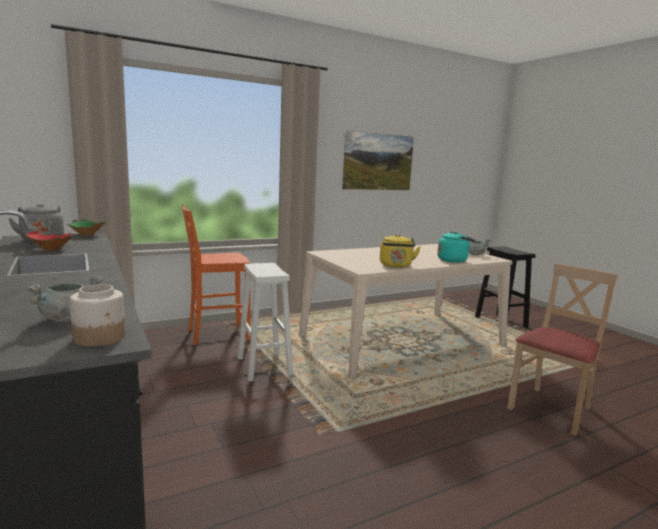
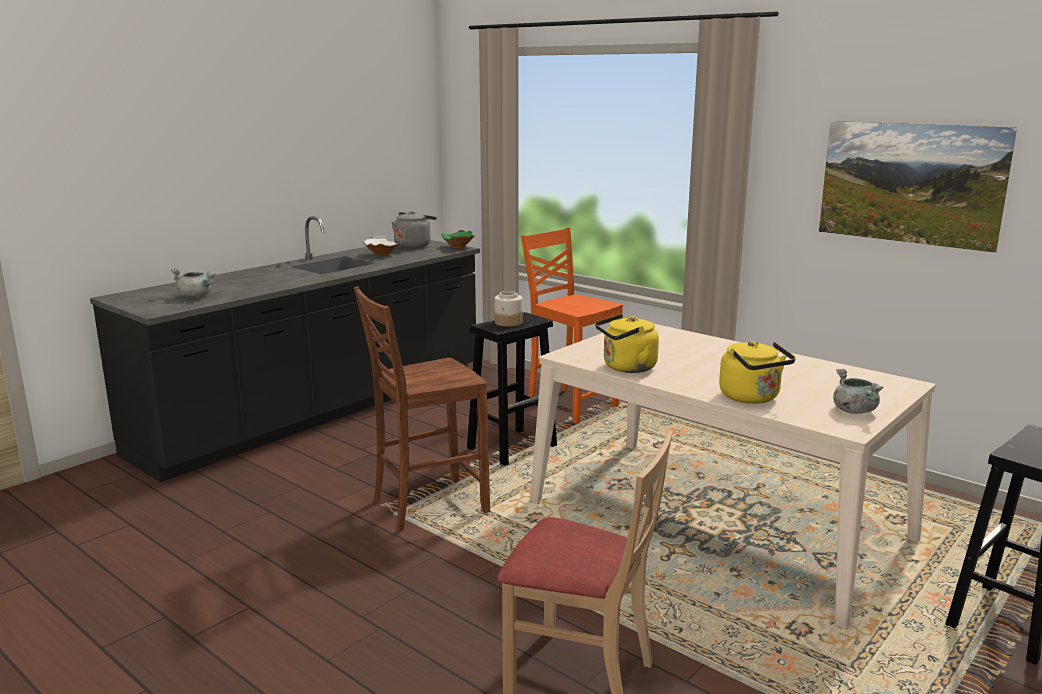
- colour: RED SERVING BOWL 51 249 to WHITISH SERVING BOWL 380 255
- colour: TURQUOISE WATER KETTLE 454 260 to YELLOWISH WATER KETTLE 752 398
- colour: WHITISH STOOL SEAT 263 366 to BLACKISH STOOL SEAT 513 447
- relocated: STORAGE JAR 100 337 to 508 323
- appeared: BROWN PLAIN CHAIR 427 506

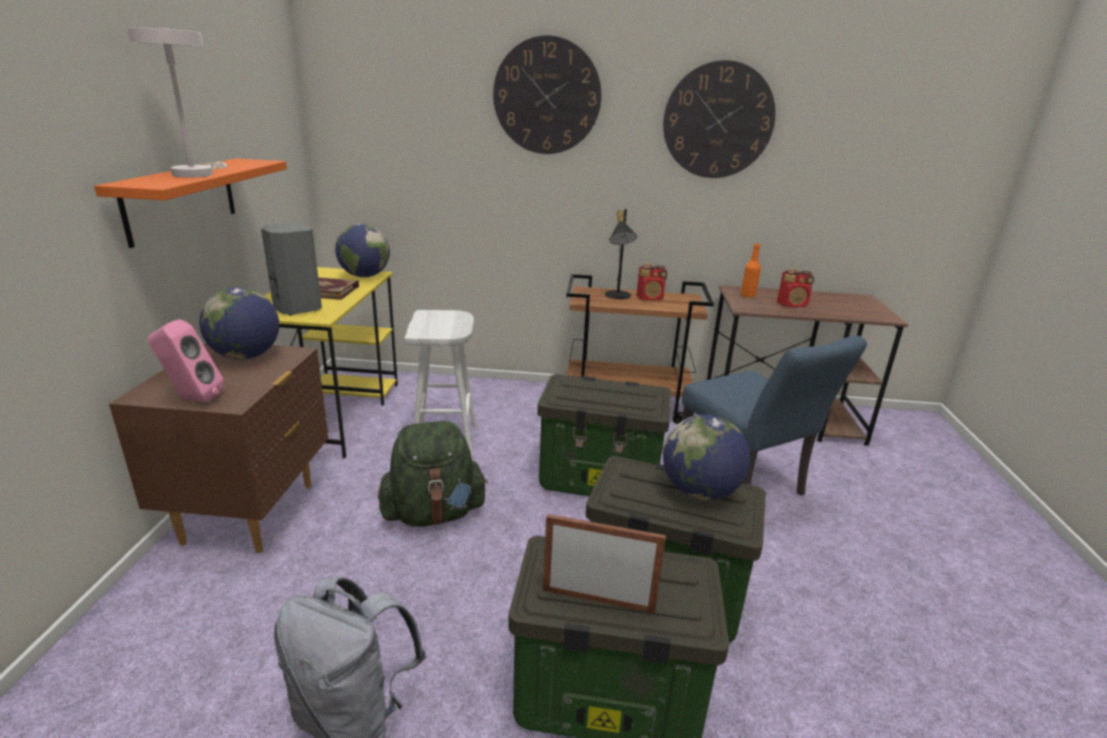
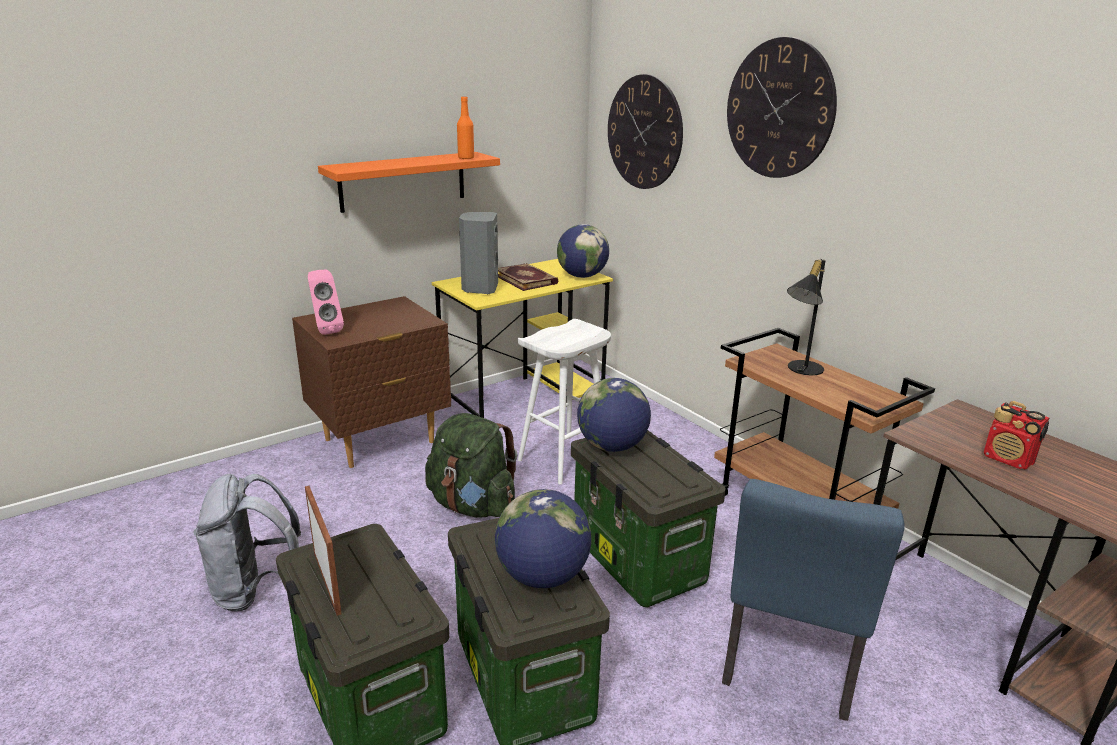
- missing: WHITISH TABLETOP LAMP 196 173
- relocated: HANGING CLOCK 718 121 to 644 132
- relocated: ORANGEY BEVERAGE BOTTLE 747 295 to 466 158
- missing: RADIO SET 650 298
- relocated: WORLD GLOBE 246 356 to 612 446

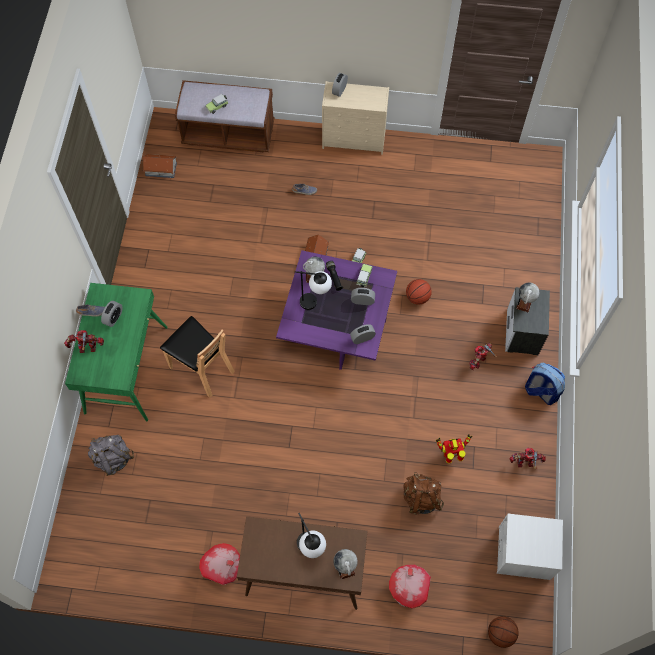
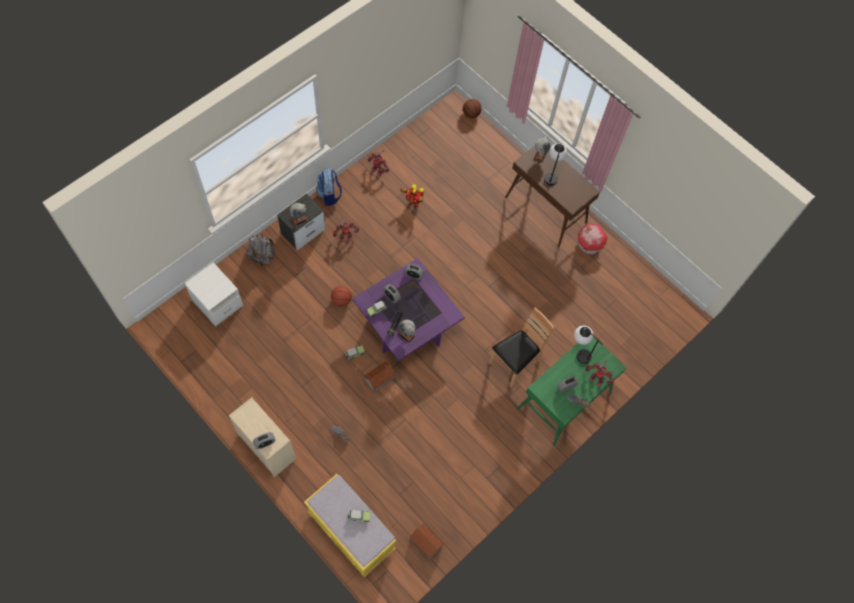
- colour: BROWN LONG SEAT 228 134 to YELLOWISH LONG SEAT 351 531
- relocated: TABLETOP LAMP 315 302 to 579 352
- spun: BROWN PLAIN CHAIR 202 368 = 515 363 60 degrees clockwise
- relocated: GREYISH KNAPSACK 113 458 to 262 256
- missing: BROWN KNAPSACK 421 498
- relocated: WHITISH NIGHT TABLE 524 553 to 217 303
- missing: MINIATURE HOUSE 408 589

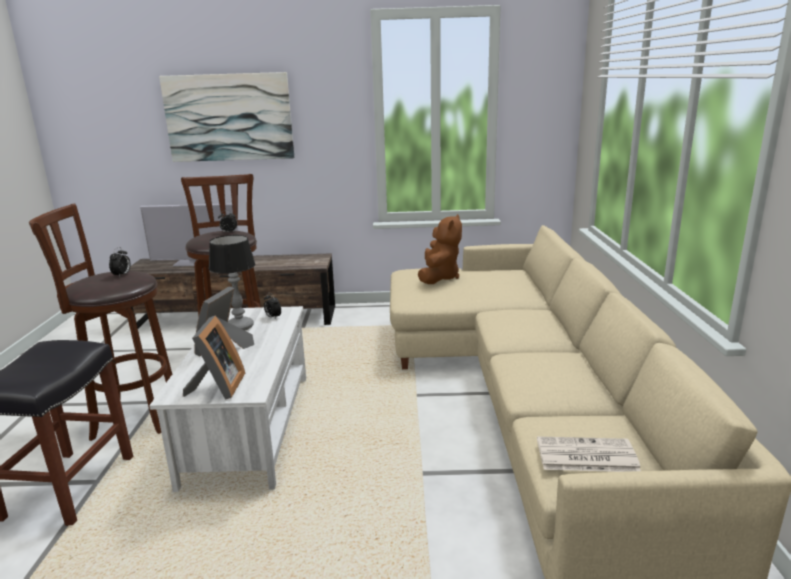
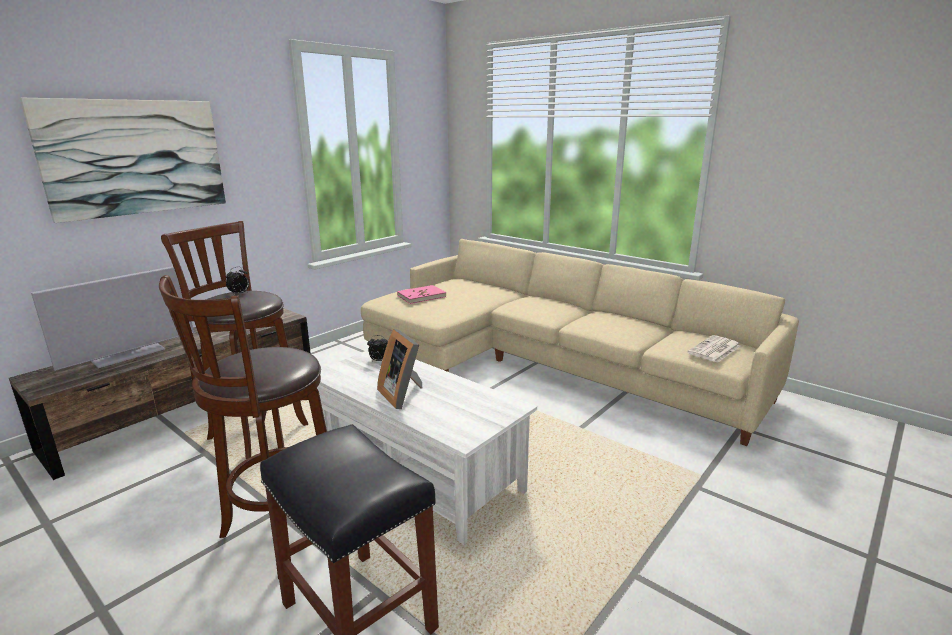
- exchanged: BROWN SOFT TOY 439 277 to PINK BOUND BOOK 421 296
- missing: TABLETOP LAMP 240 327
- missing: BEDSIDE CLOCK 122 275
- missing: PHOTO FRAME 217 388

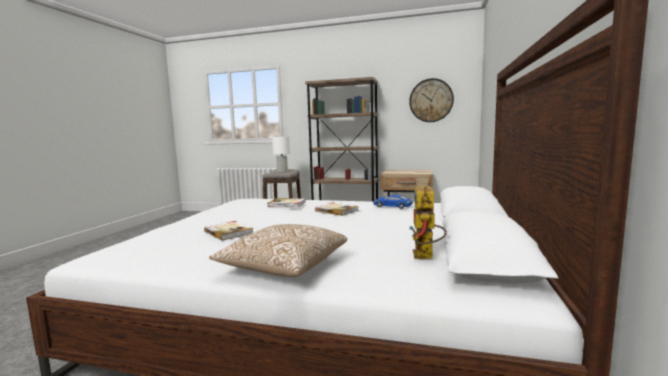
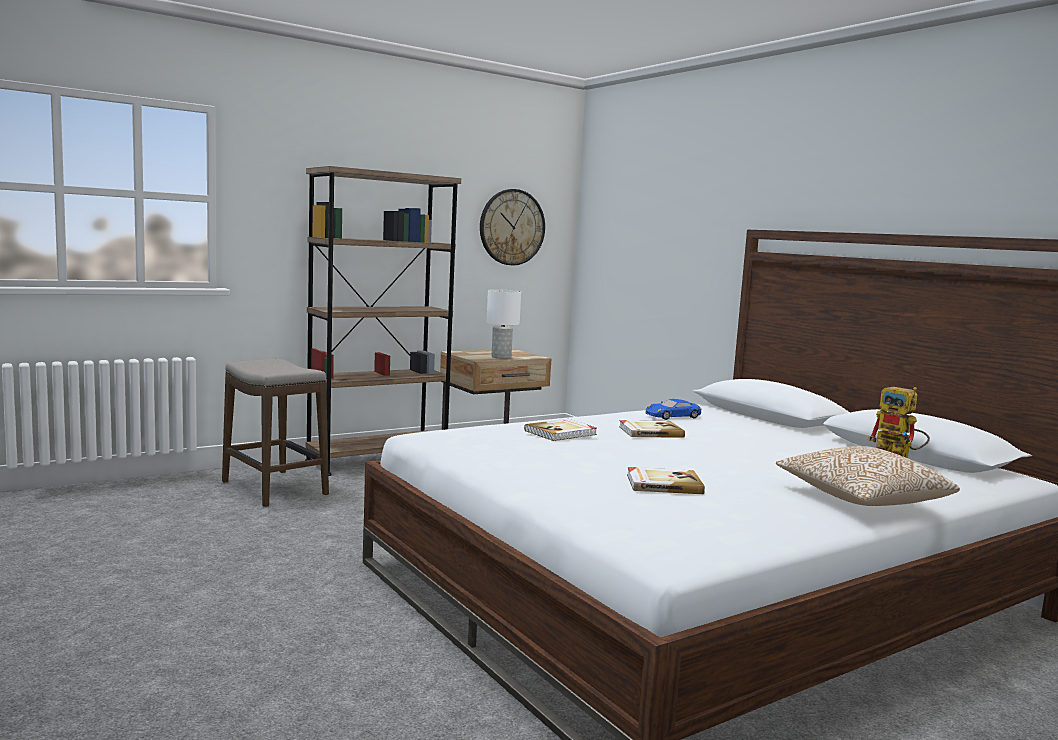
- relocated: WHITISH TABLETOP LAMP 282 171 to 501 357

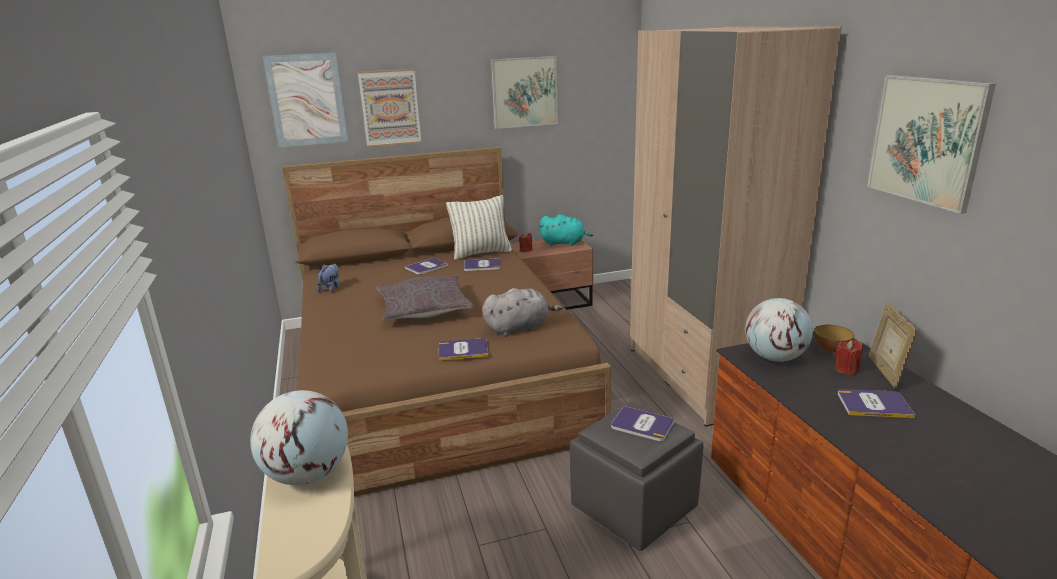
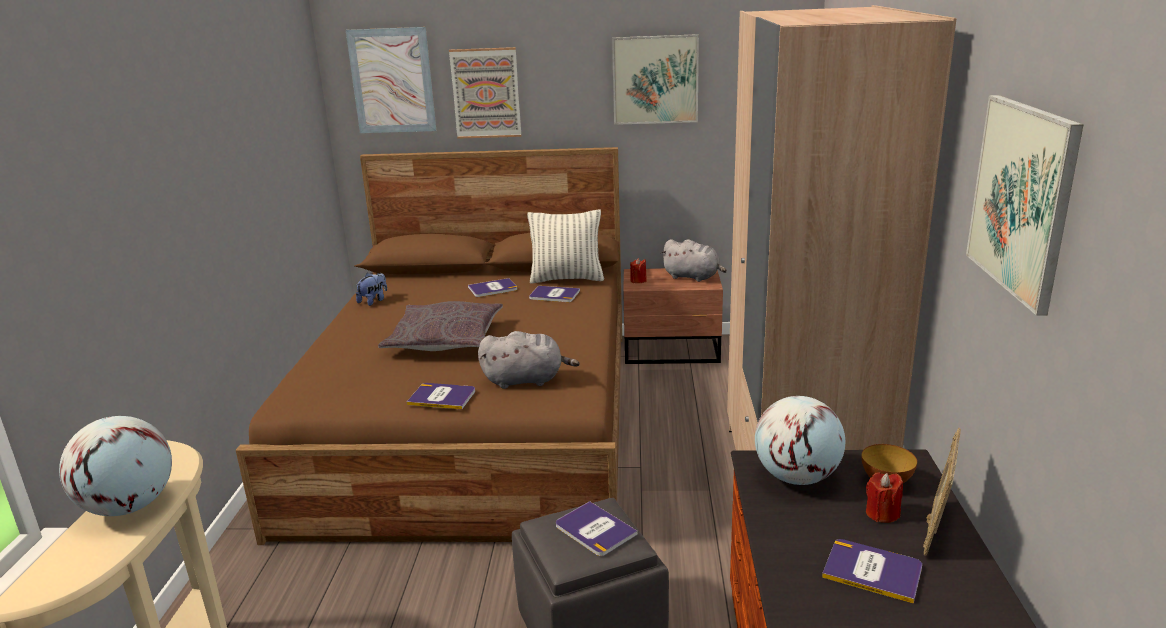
- colour: TURQUOISE SOFT TOY 564 243 to GREYISH SOFT TOY 693 277

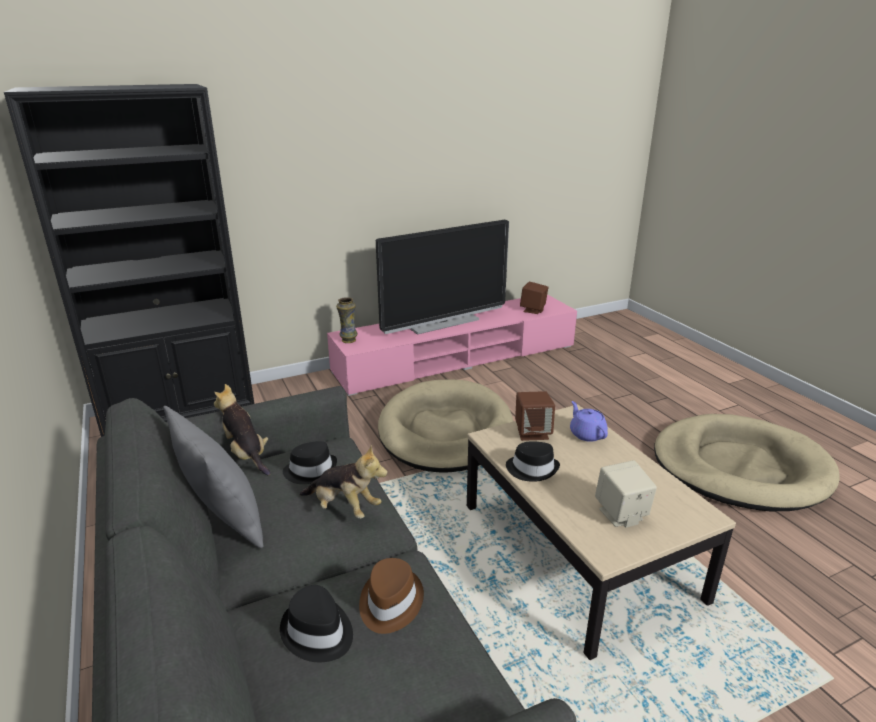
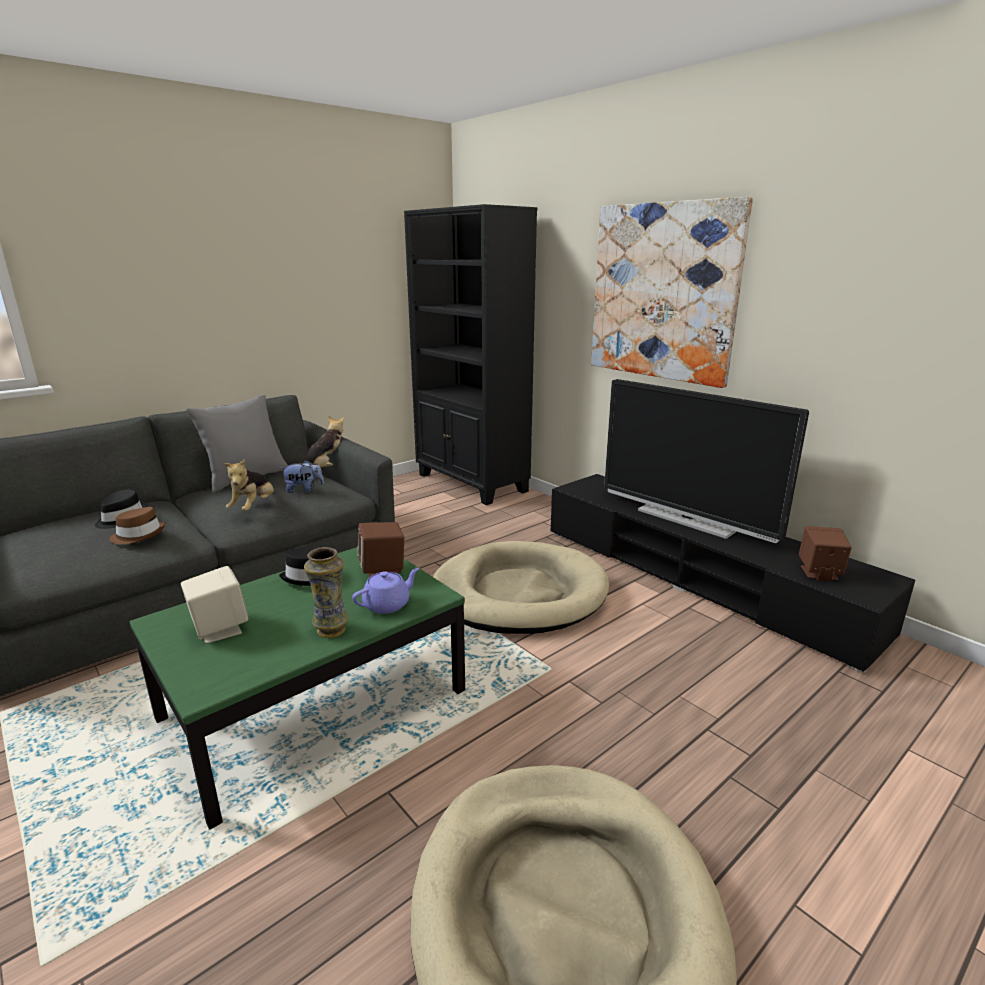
- colour: PINK TV UNIT 457 359 to BLACKISH TV UNIT 698 578
- relocated: VASE 348 340 to 331 630
- colour: SAND-COLOURED LOUNGE TABLE 577 550 to GREEN LOUNGE TABLE 315 704
- exchanged: BLACKISH WEARABLE HAT 311 470 to SOFT TOY 304 490
- appeared: PICTURE 663 292

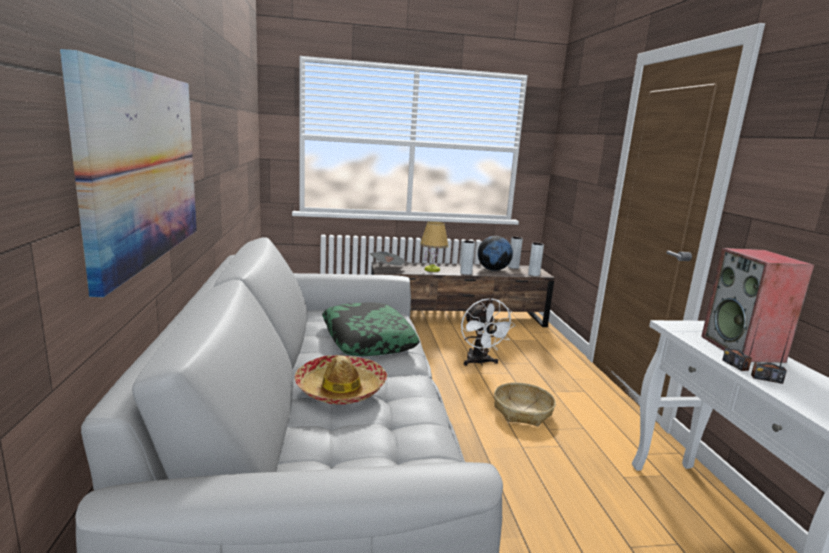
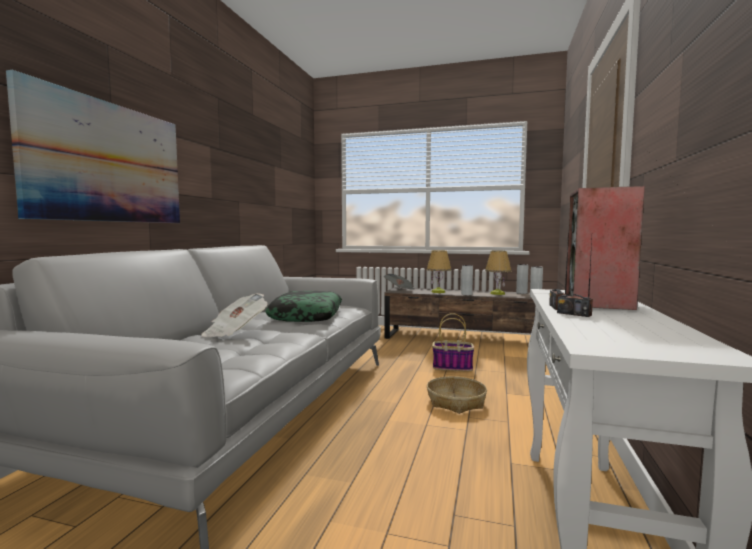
- exchanged: WORLD GLOBE 493 270 to TABLETOP LAMP 497 293
- exchanged: WHITISH ELECTRIC FAN 479 362 to BASKET 453 367
- exchanged: WEARABLE HAT 341 389 to DAILY PAPER 235 332

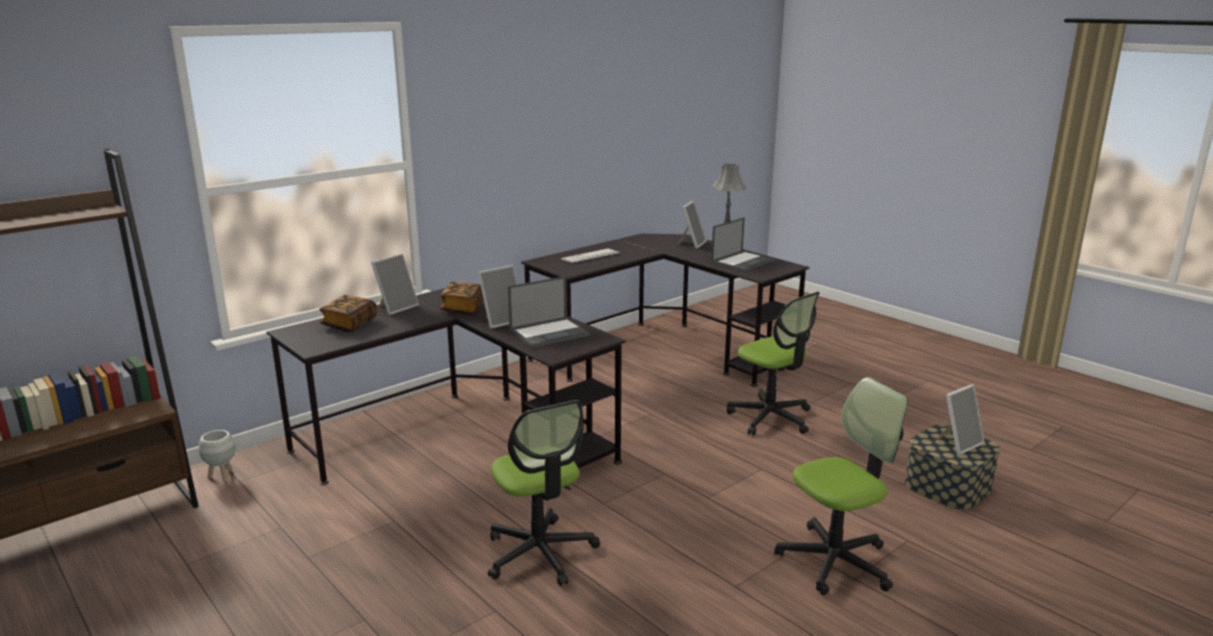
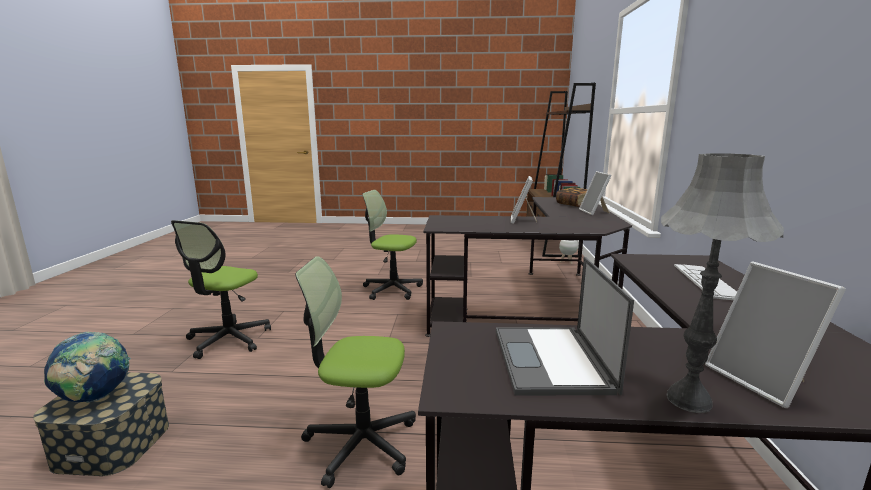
- missing: NOTEBOOK COMPUTER 550 333
- missing: BOUND BOOK 463 308
- exchanged: PHOTO FRAME 958 443 to WORLD GLOBE 94 398

